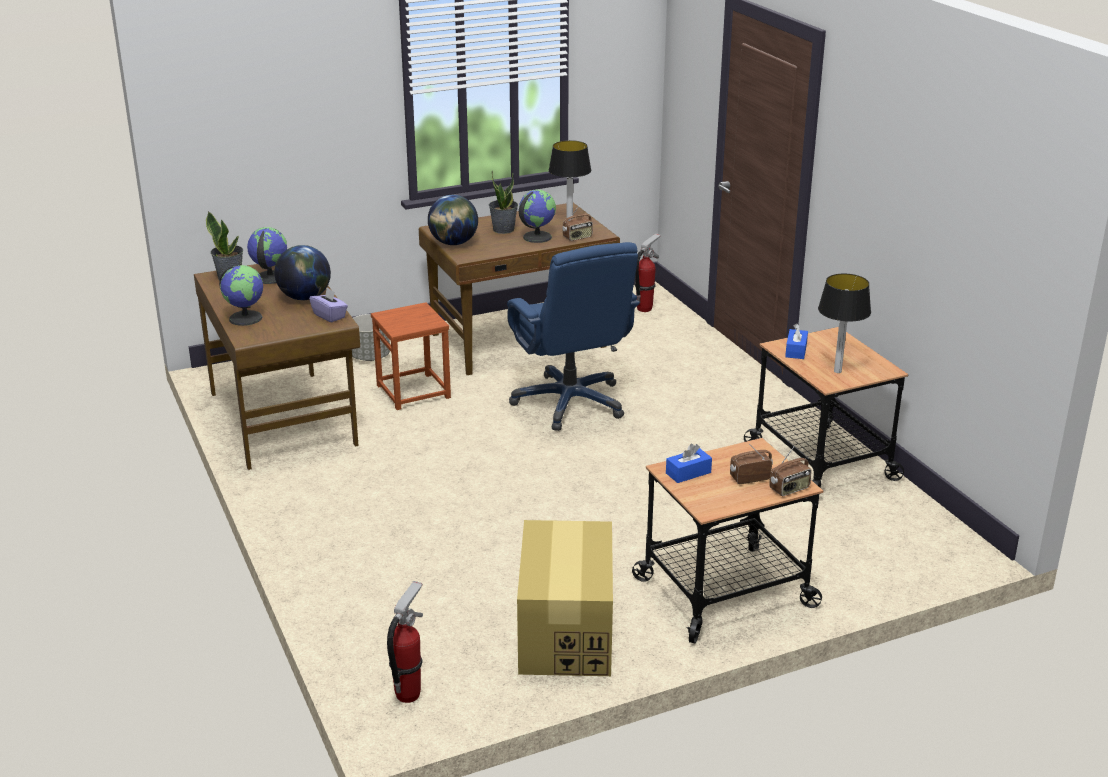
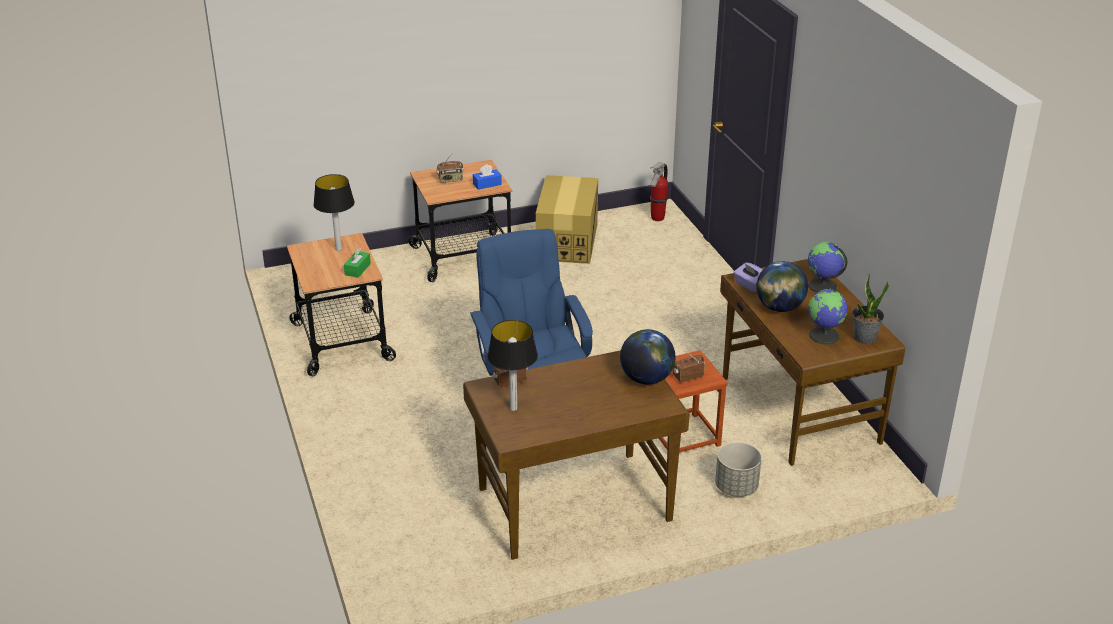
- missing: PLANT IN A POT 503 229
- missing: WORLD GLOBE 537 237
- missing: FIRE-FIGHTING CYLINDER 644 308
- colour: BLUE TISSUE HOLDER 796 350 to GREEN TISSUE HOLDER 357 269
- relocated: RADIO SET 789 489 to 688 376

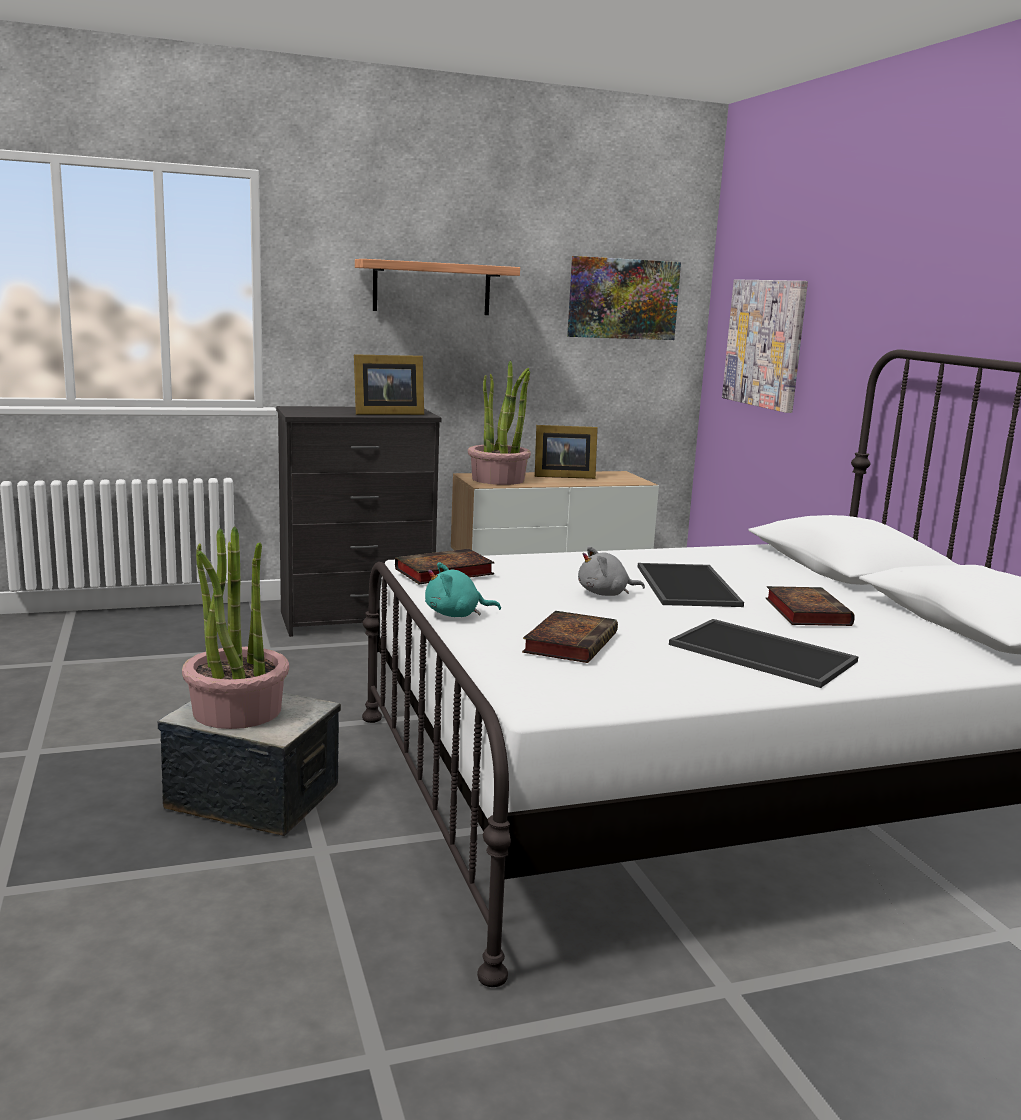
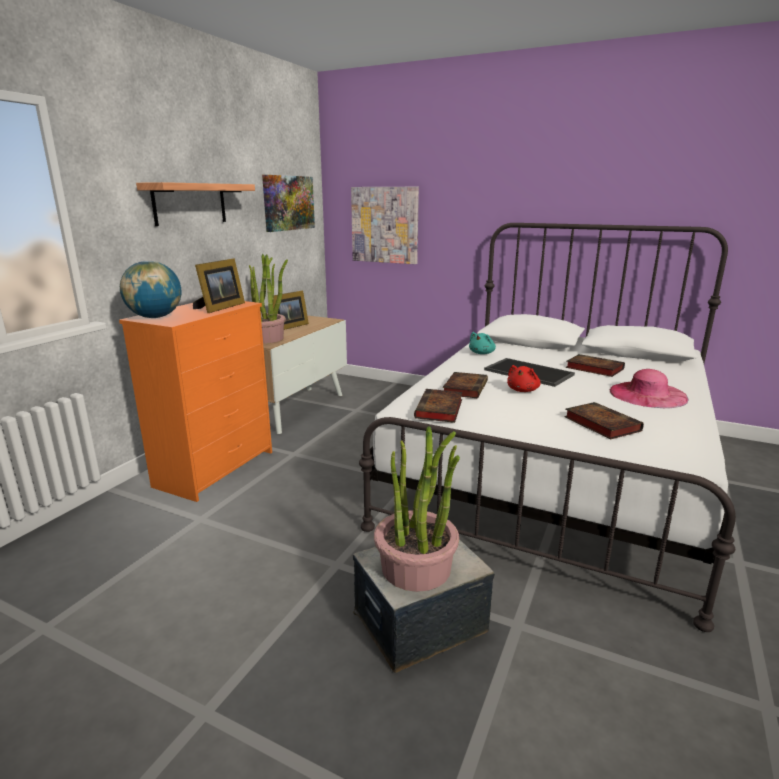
- colour: BLACKISH DRAWER CHEST 358 620 to ORANGEY DRAWER CHEST 216 468
- colour: GREYISH SOFT TOY 606 594 to RED SOFT TOY 523 390
- relocated: TURQUOISE SOFT TOY 456 615 to 482 353
- exchanged: TRAY 764 653 to PINK WEARABLE HAT 647 394
- appeared: WORLD GLOBE 155 317
- appeared: BOUND BOOK 465 388

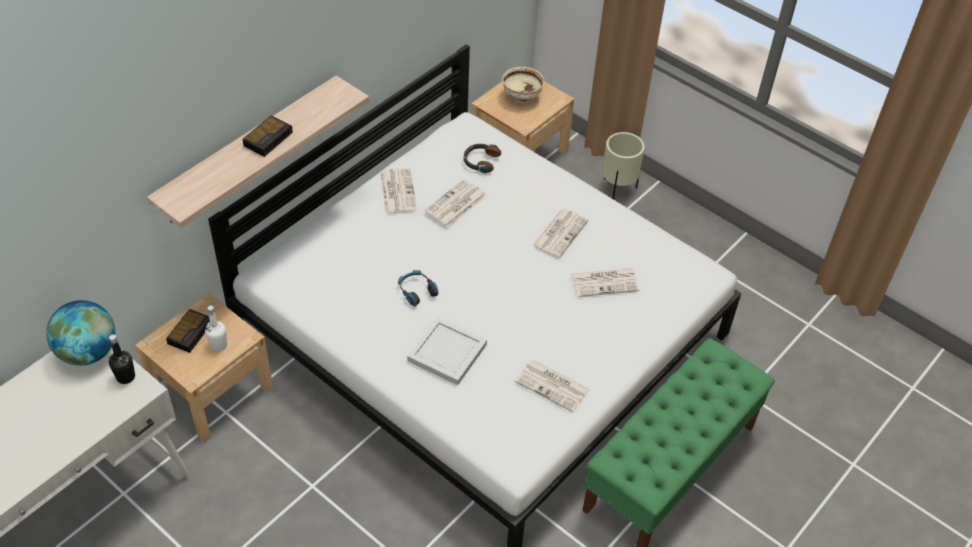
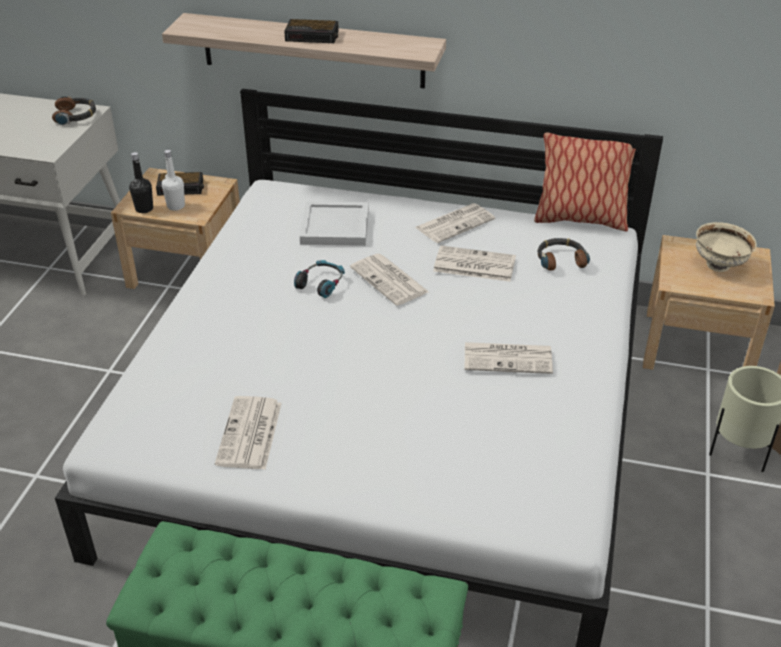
- relocated: DAILY PAPER 605 282 to 390 280
- exchanged: WORLD GLOBE 88 352 to PAIR OF HEADPHONES 76 115
- relocated: WHITISH TRAY 446 353 to 334 226
- relocated: BLACKISH BEVERAGE BOTTLE 125 377 to 144 209
- appeared: CUSHION 580 219

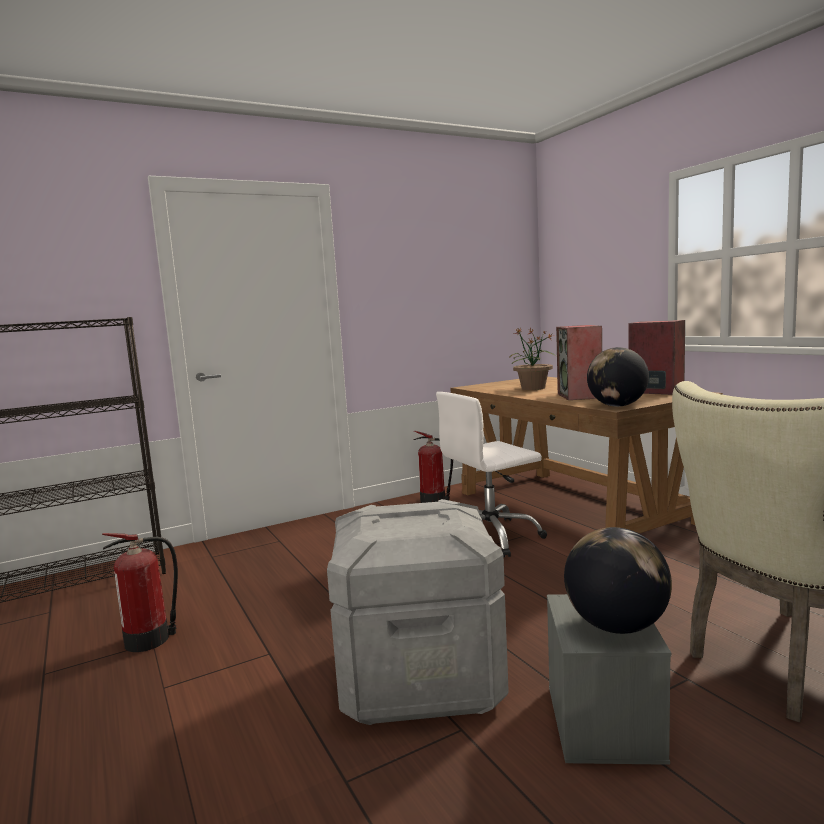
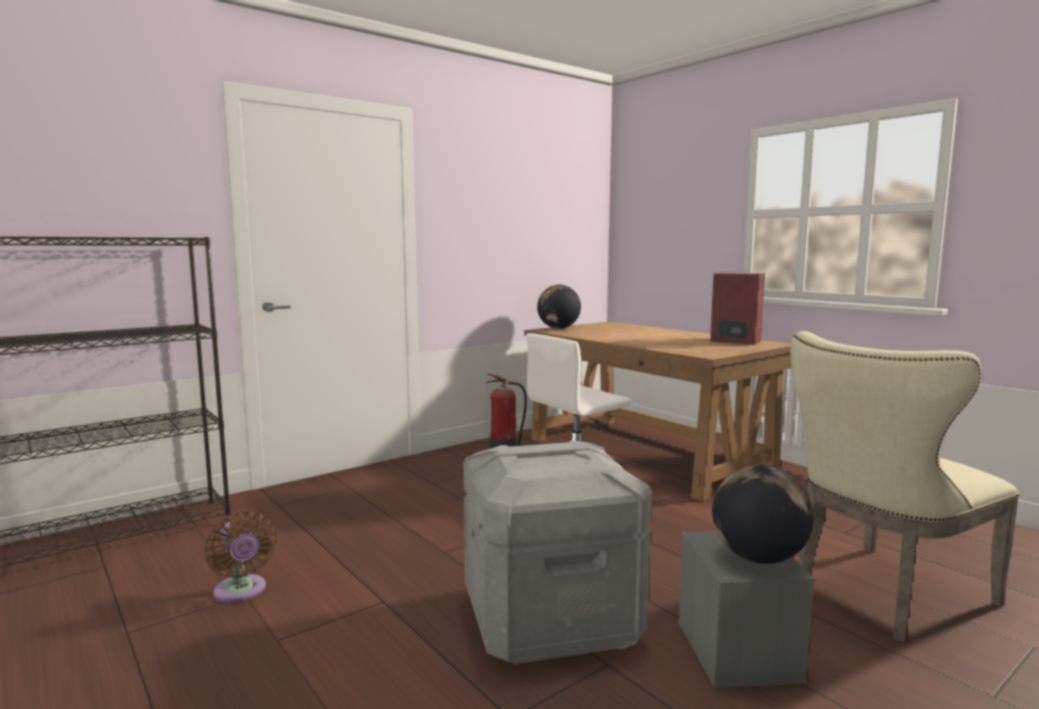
- missing: SPEAKER 580 396
- missing: PLANT IN A POT 533 388
- relocated: WORLD GLOBE 617 406 to 558 328
- exchanged: FIRE-FIGHTING CYLINDER 150 639 to BROWN ELECTRIC FAN 241 592

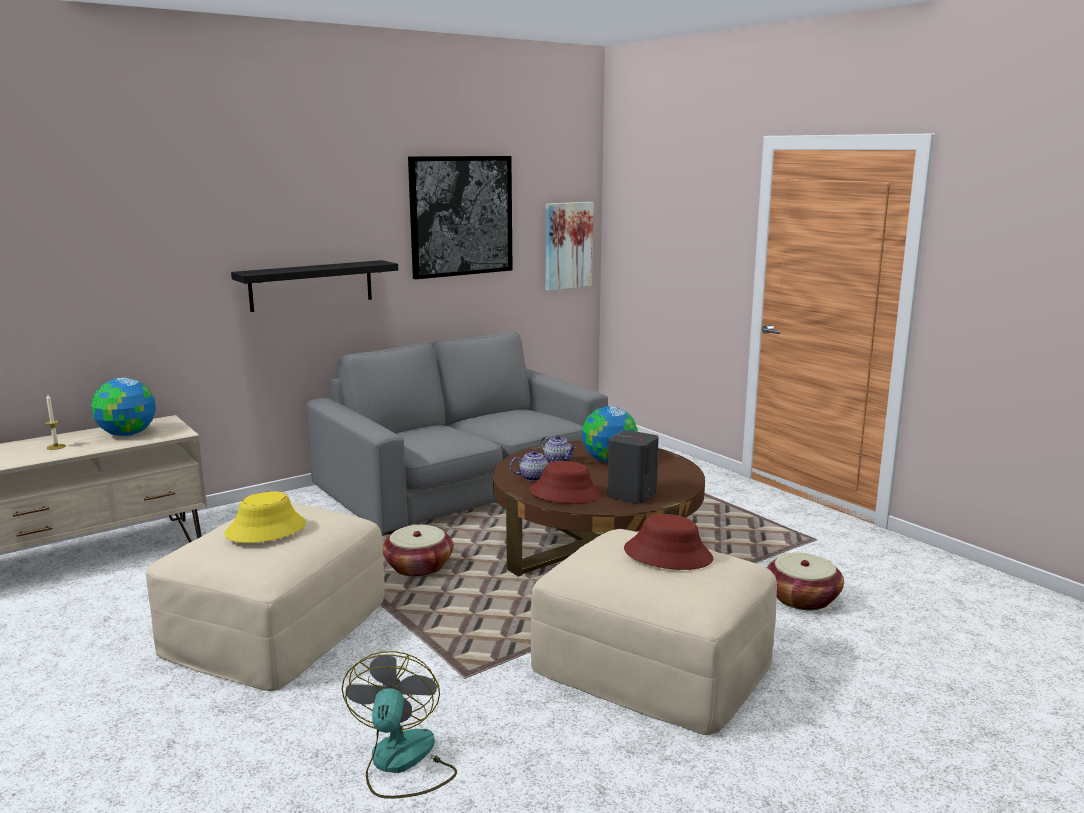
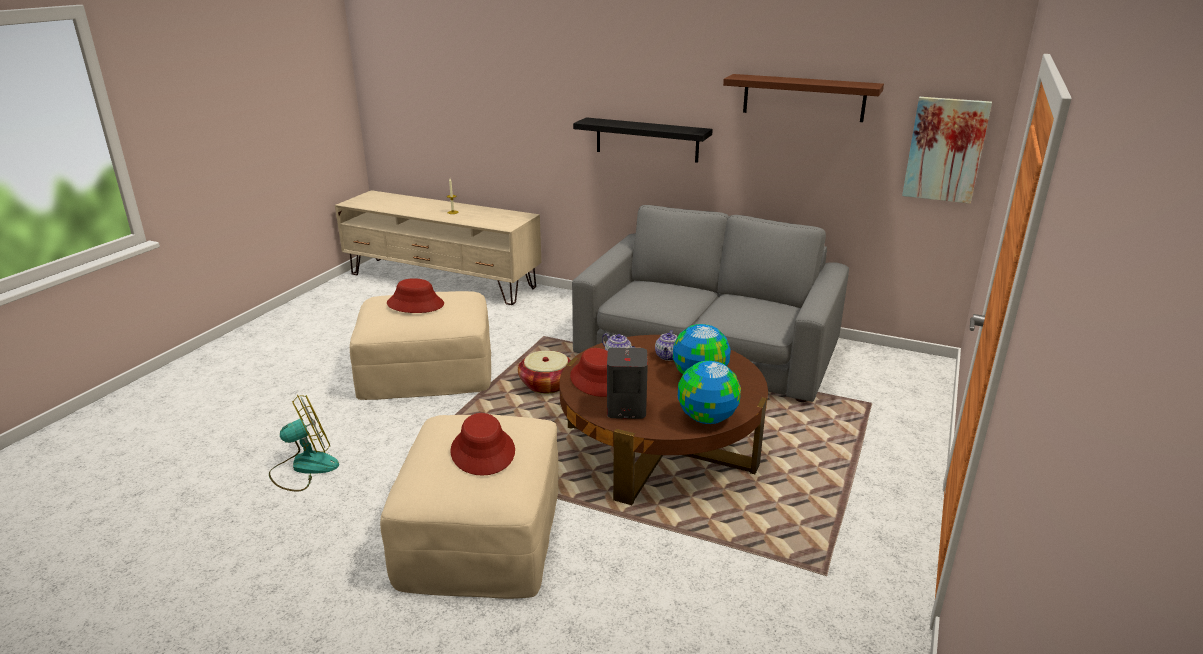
- exchanged: PICTURE 461 216 to BROWN SHELF 803 97
- relocated: WORLD GLOBE 127 434 to 706 418
- colour: YELLOWISH WEARABLE HAT 266 529 to RED WEARABLE HAT 415 304
- missing: BASKET 802 599

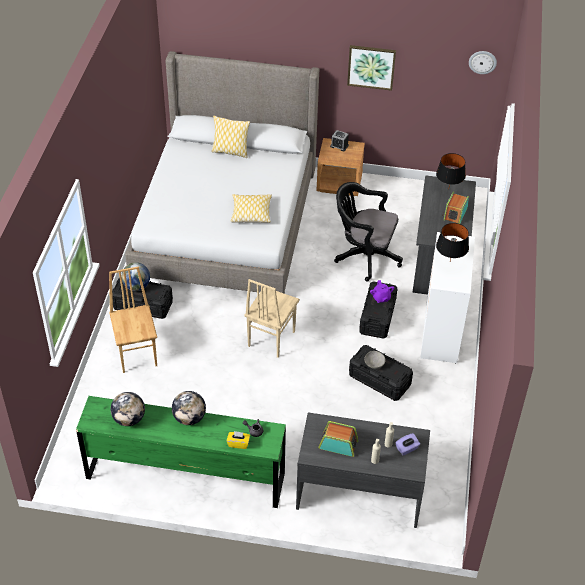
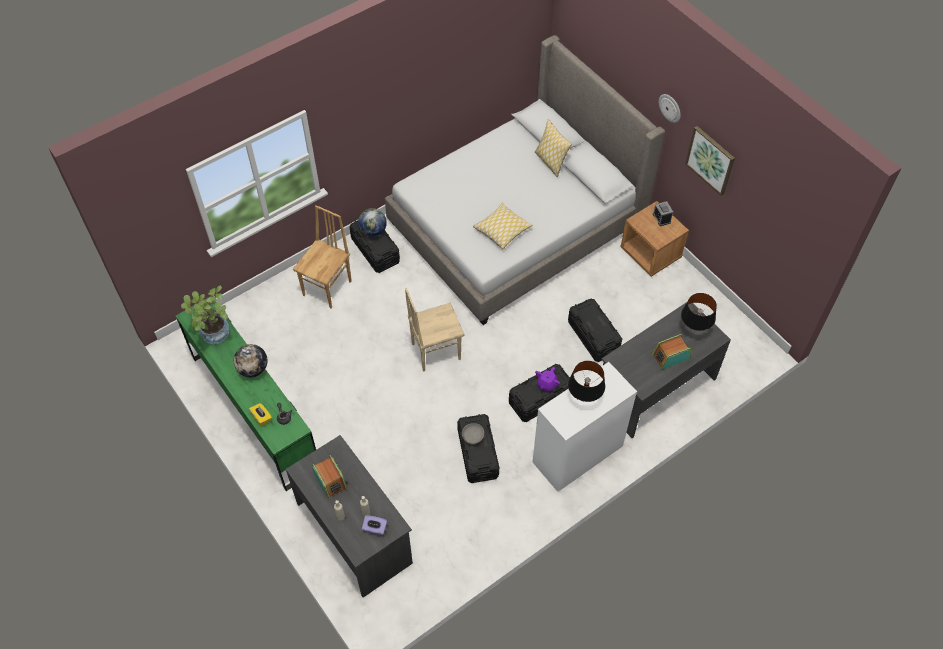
- relocated: HANGING CLOCK 482 62 to 670 108
- exchanged: BLACKISH COMPUTER CHAIR 364 256 to BLACKISH STORAGE BOX 593 336
- exchanged: WORLD GLOBE 129 419 to PLANT IN A POT 215 336

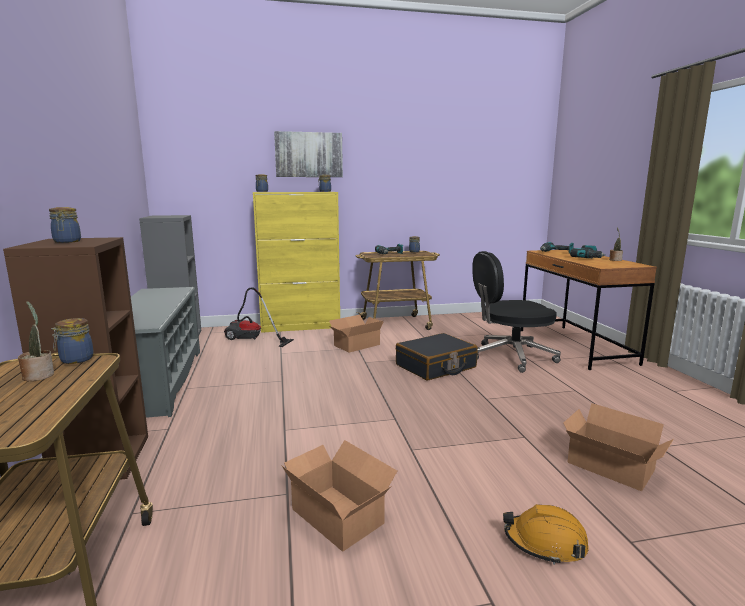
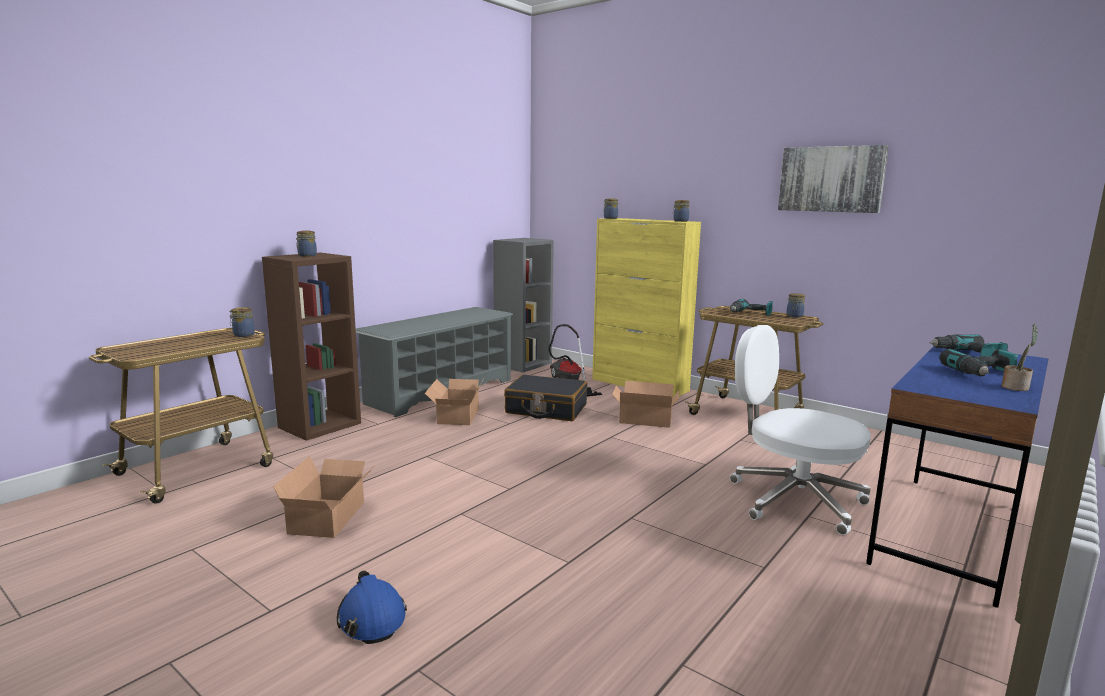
- relocated: PICTURE 309 155 to 831 179
- colour: BROWN DESK UNIT 574 346 to BLUE DESK UNIT 948 534
- colour: BLACKISH COMPUTER CHAIR 510 356 to WHITISH COMPUTER CHAIR 793 500
- missing: PLANT IN A POT 39 375
- relocated: BLACKISH PIECE OF LUGGAGE 436 366 to 546 409
- relocated: CARTON 611 468 to 456 416
- colour: ORANGEY HARD HAT 545 543 to BLUE HARD HAT 371 618

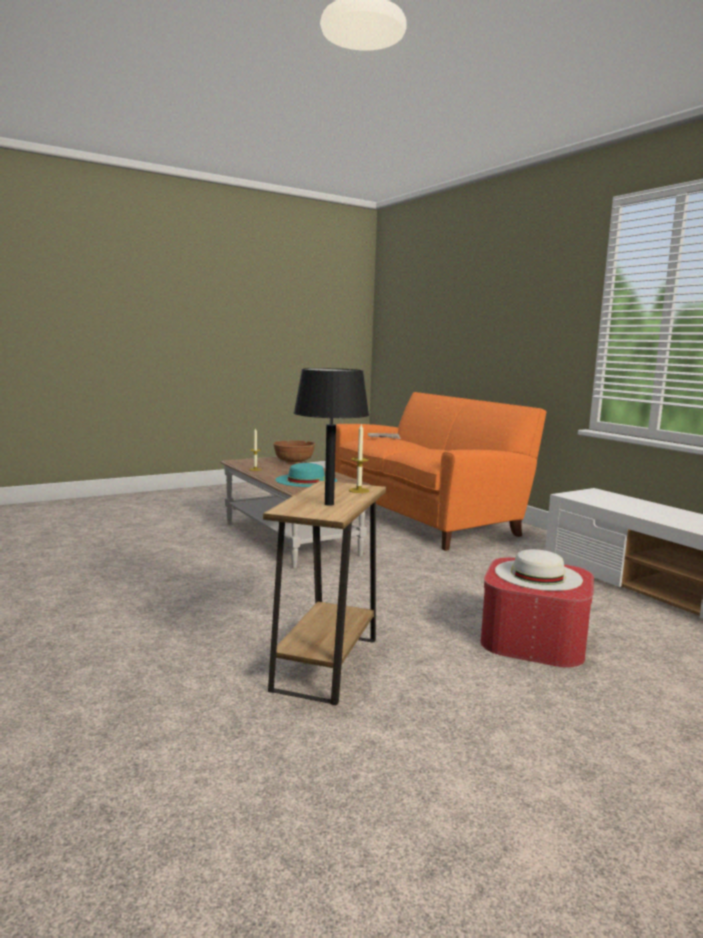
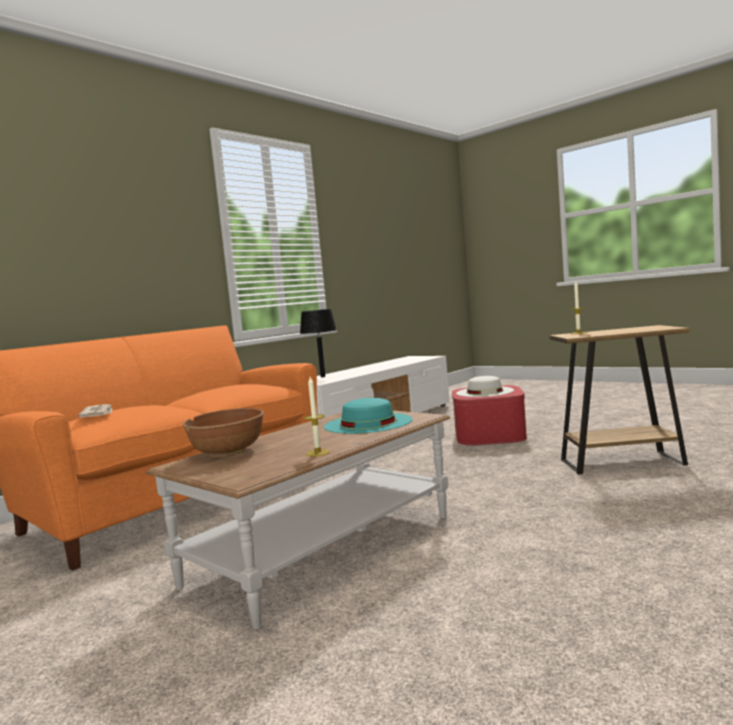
- relocated: BLACKISH TABLETOP LAMP 328 504 to 323 376

